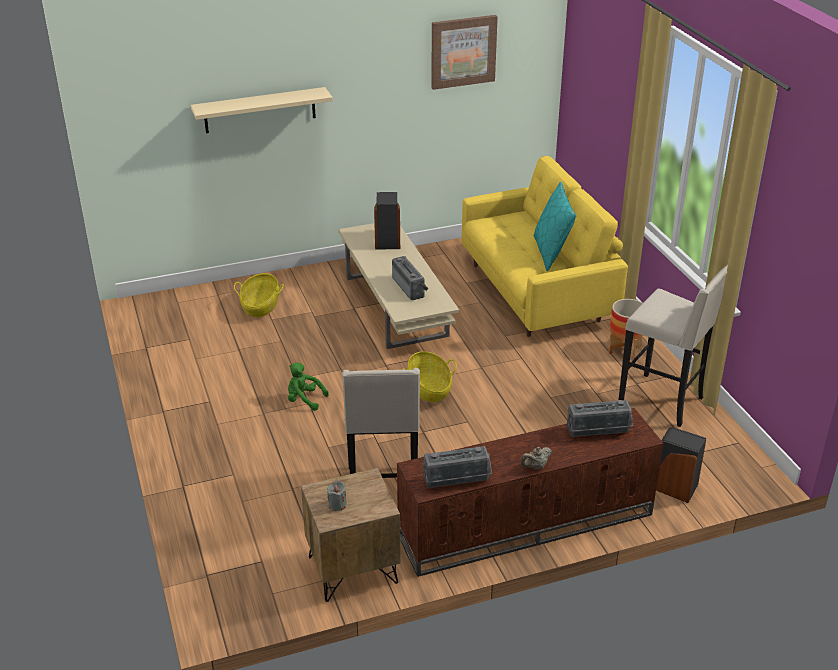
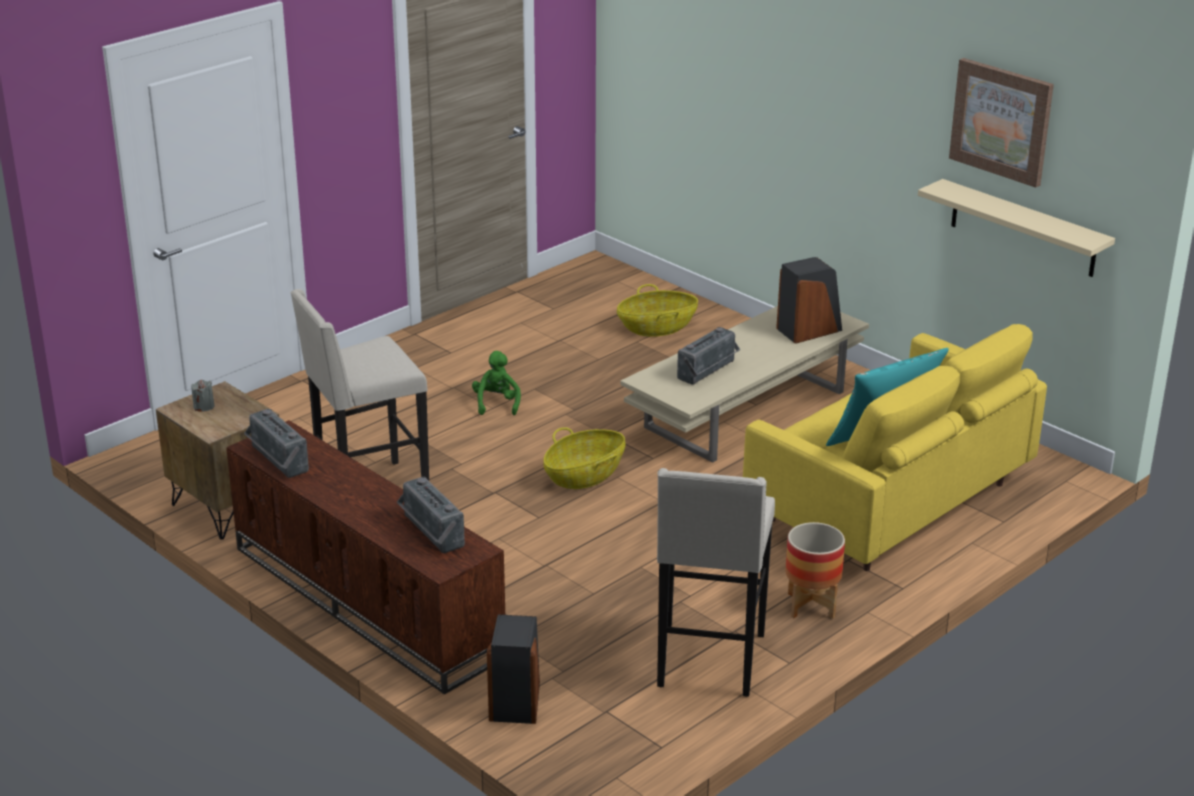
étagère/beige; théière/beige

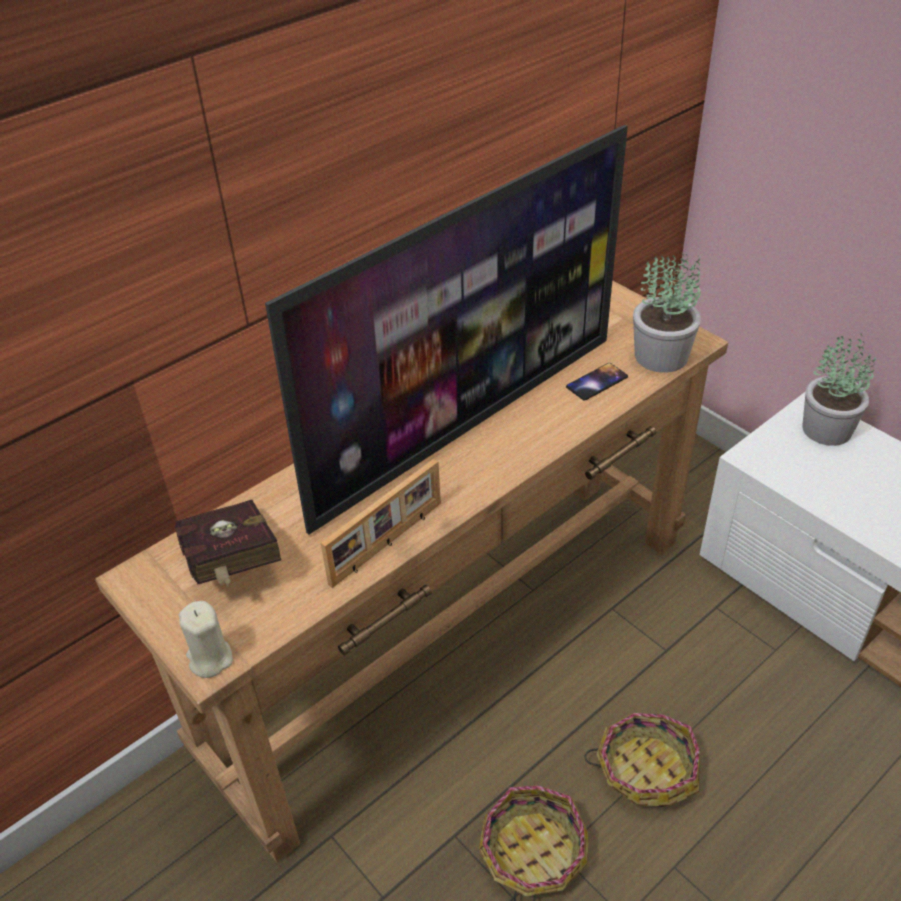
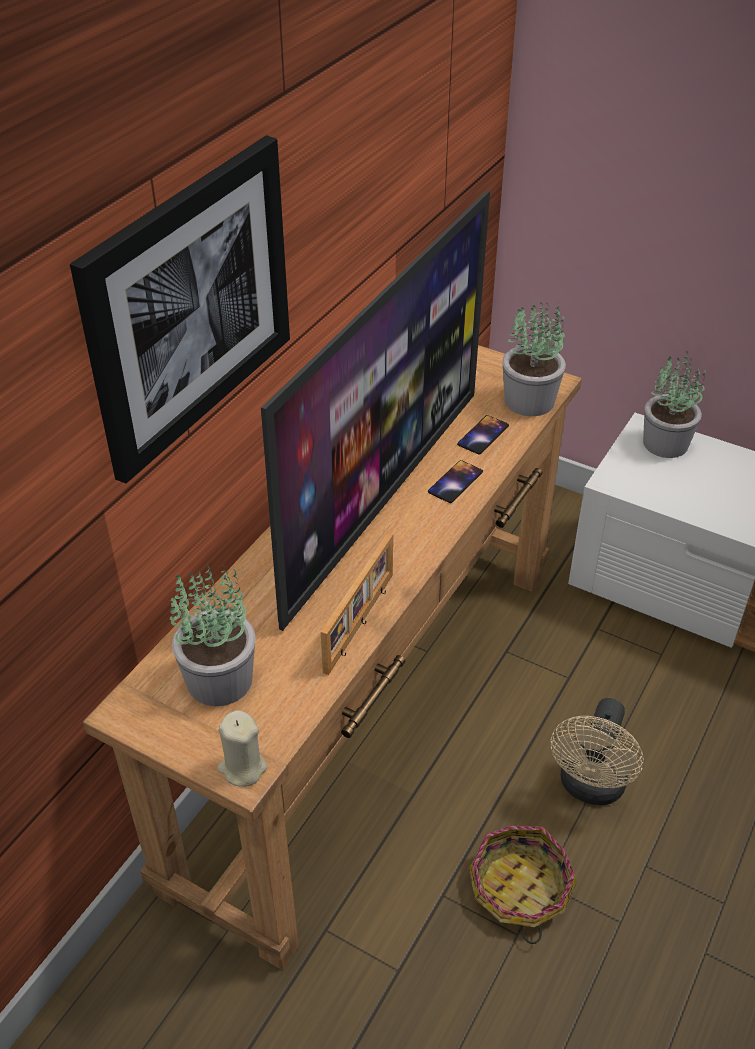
plante en pot (no. 1 from left); ventilateur/beige; tableau; téléphone (no. 1 from left)

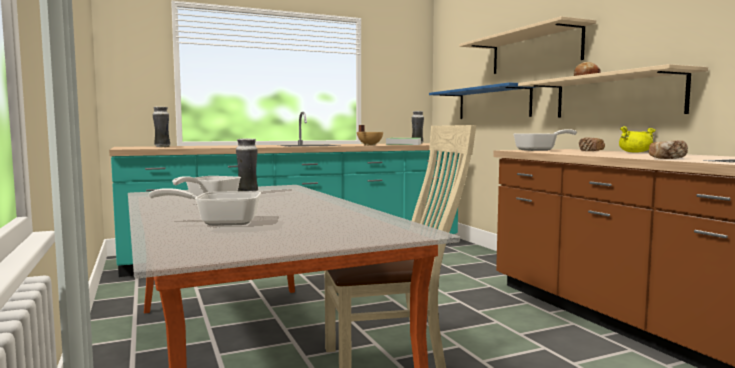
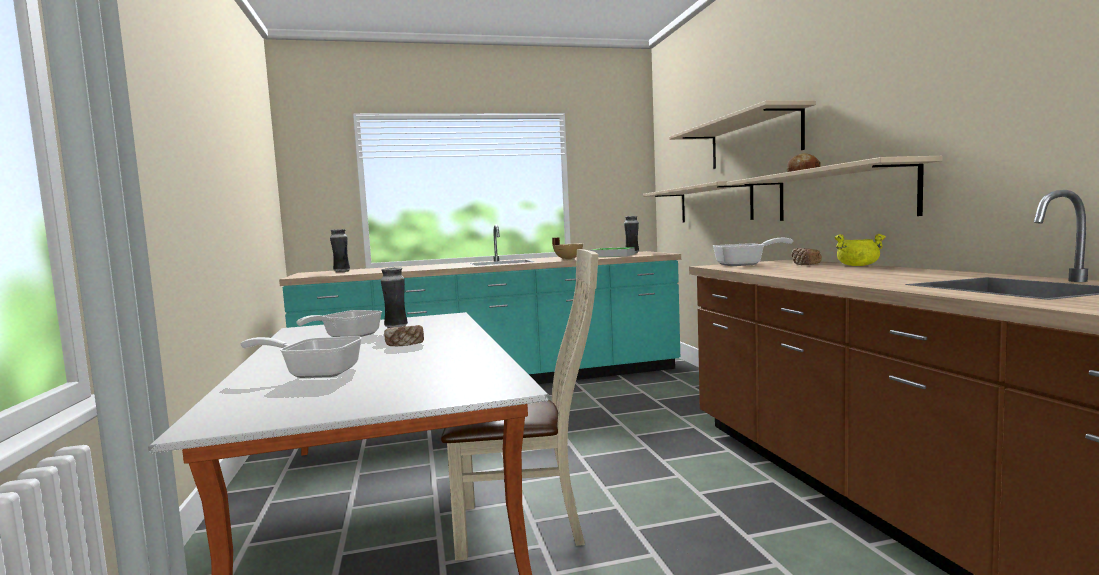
étagère/beige (no. 1 from left); pain (no. 1 from left)

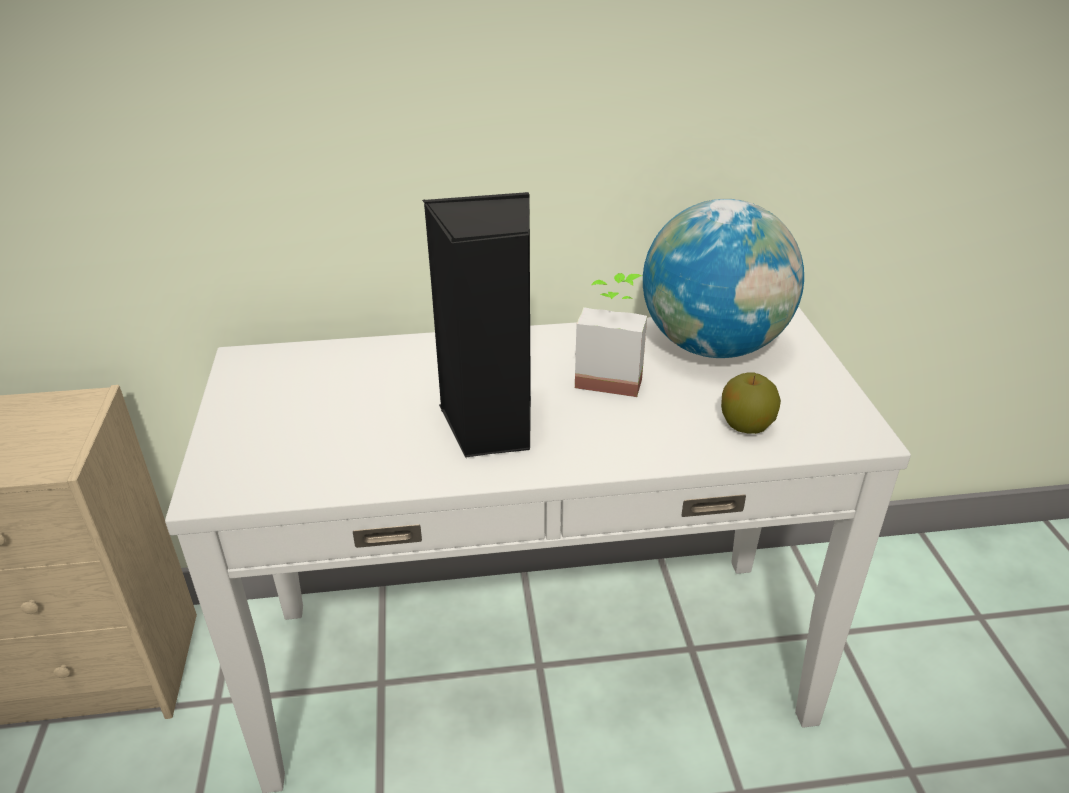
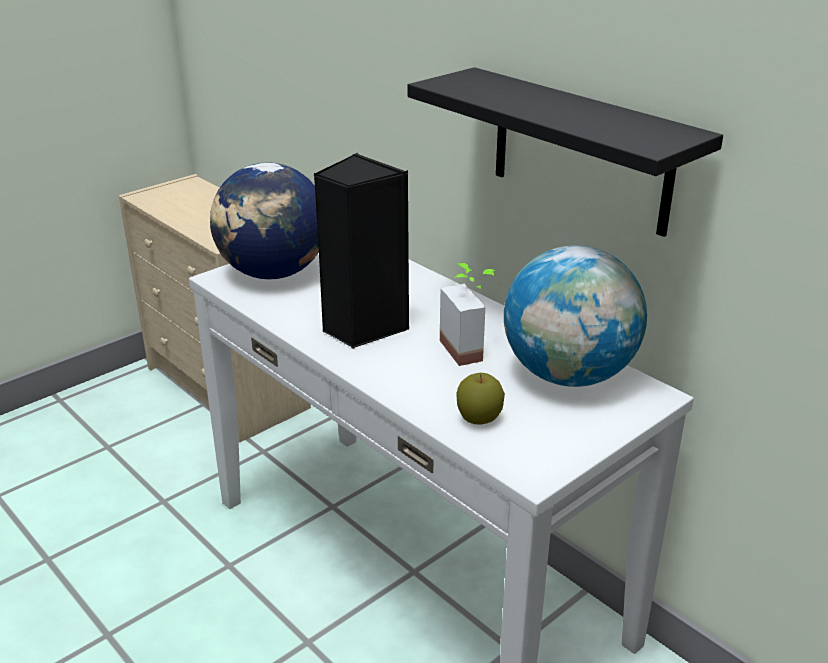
globe (no. 1 from left); étagère/noir

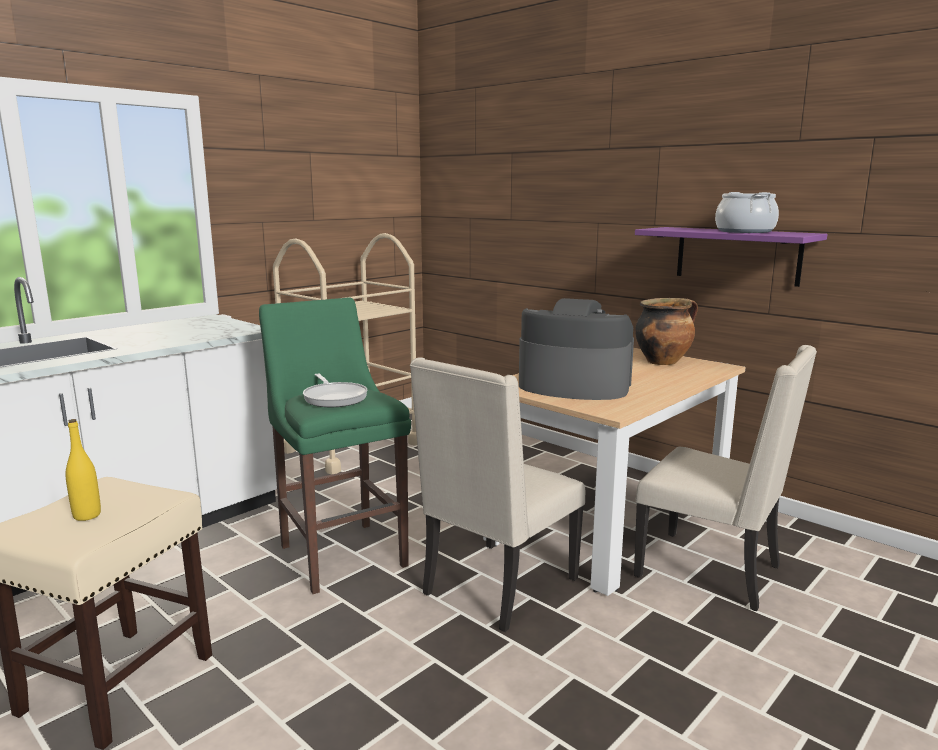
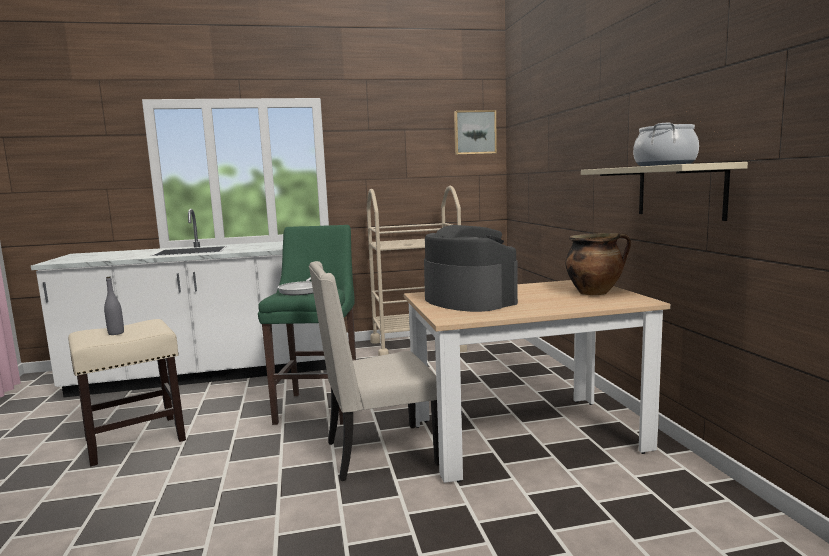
bouteille/gris; chaise/beige (no. 2 from left in the first image); étagère/beige; tableau

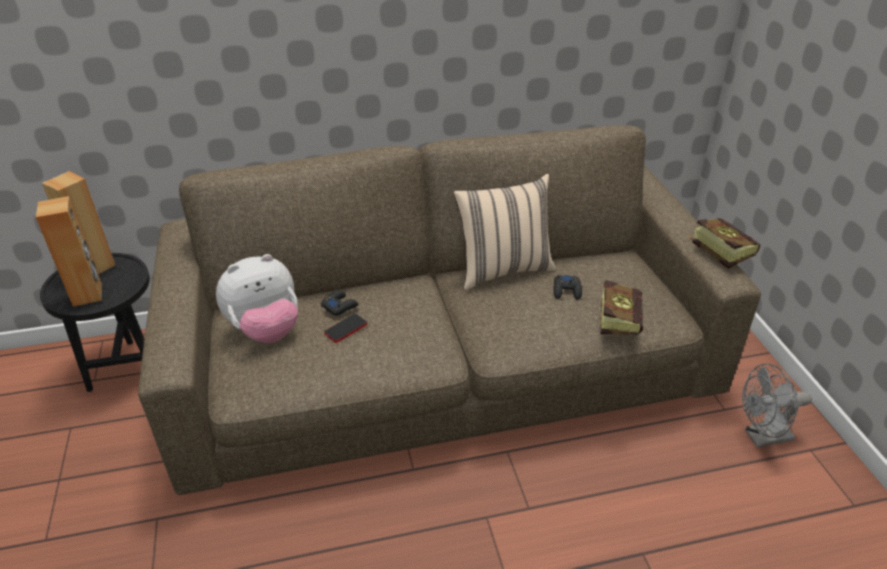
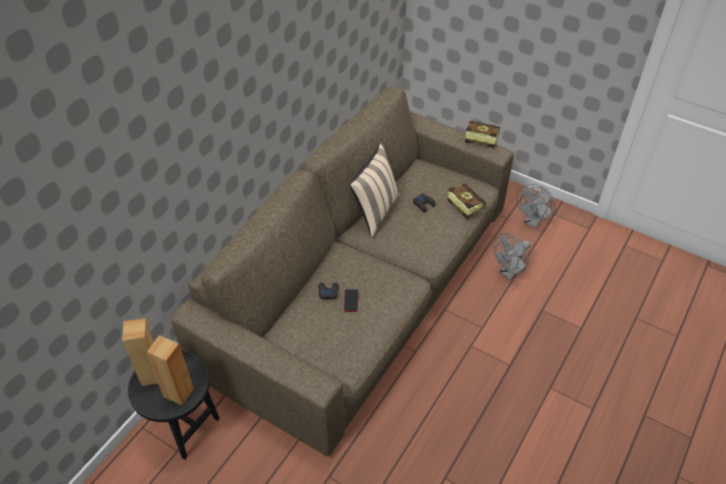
peluche; ventilateur/gris (no. 1 from left)

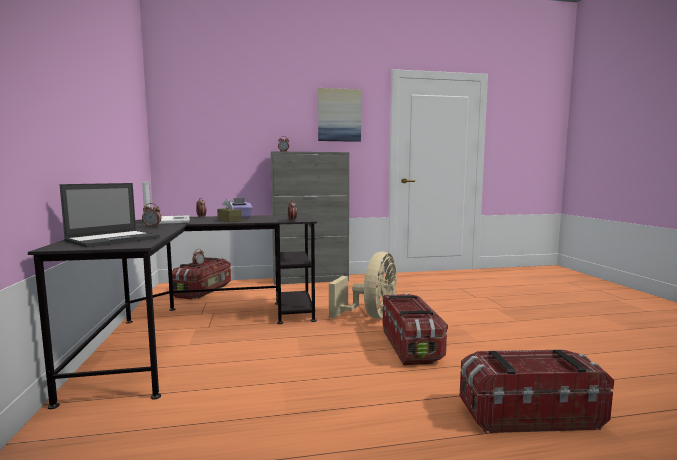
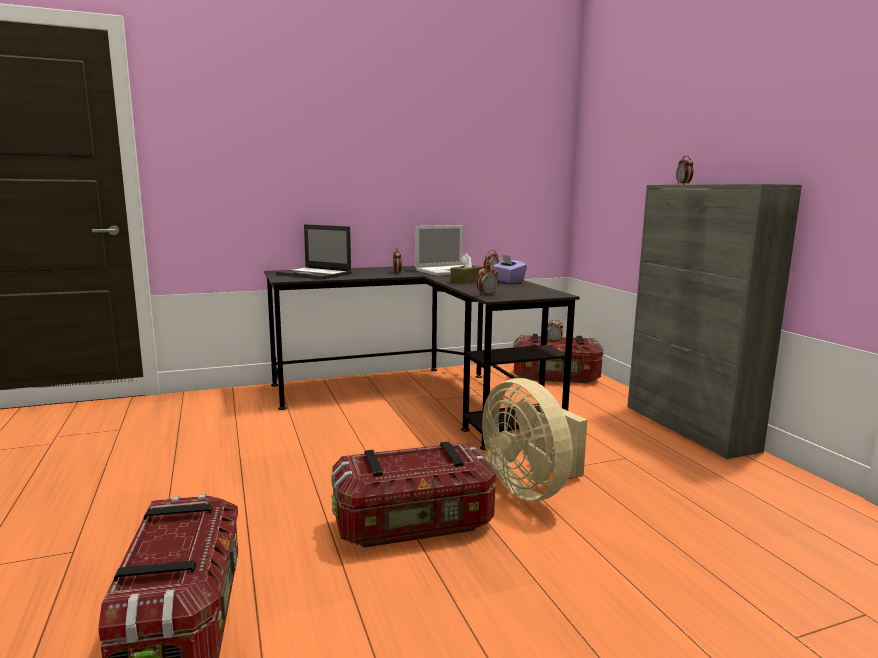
tableau; ventilateur/beige

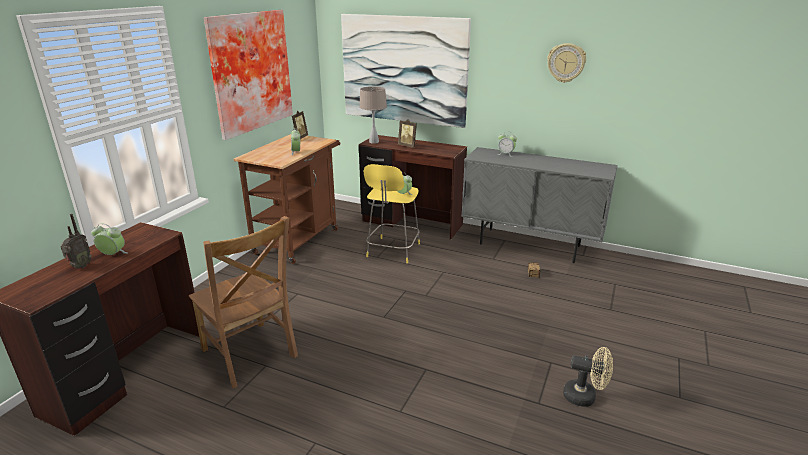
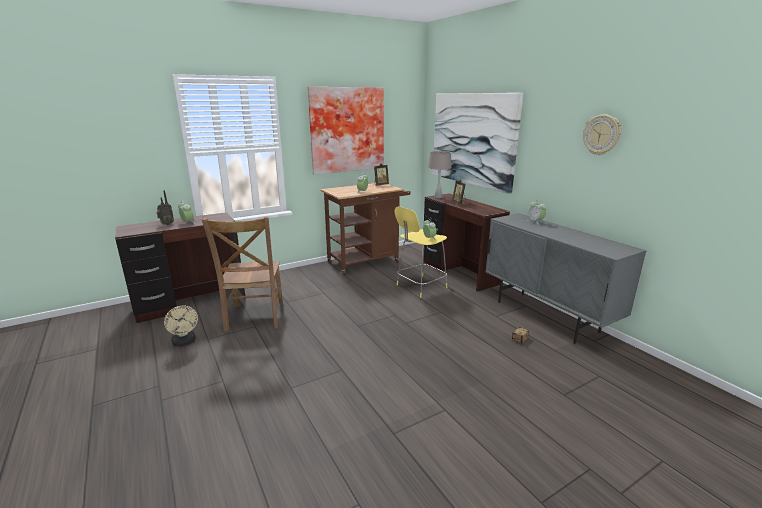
ventilateur/beige

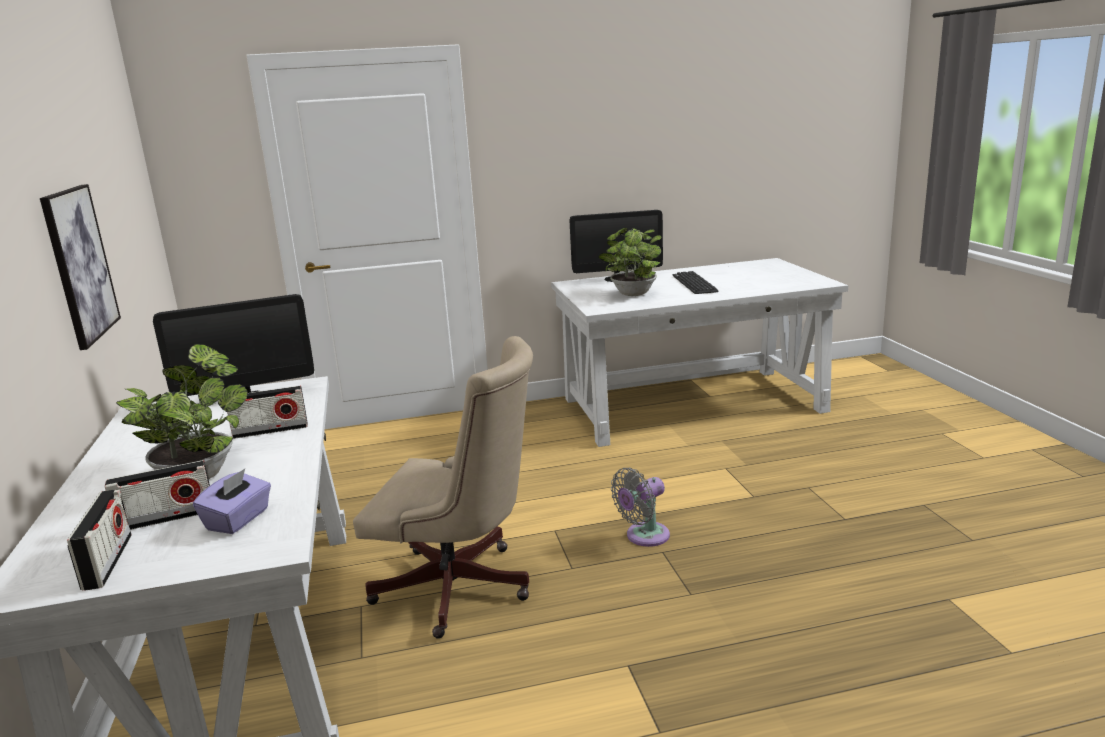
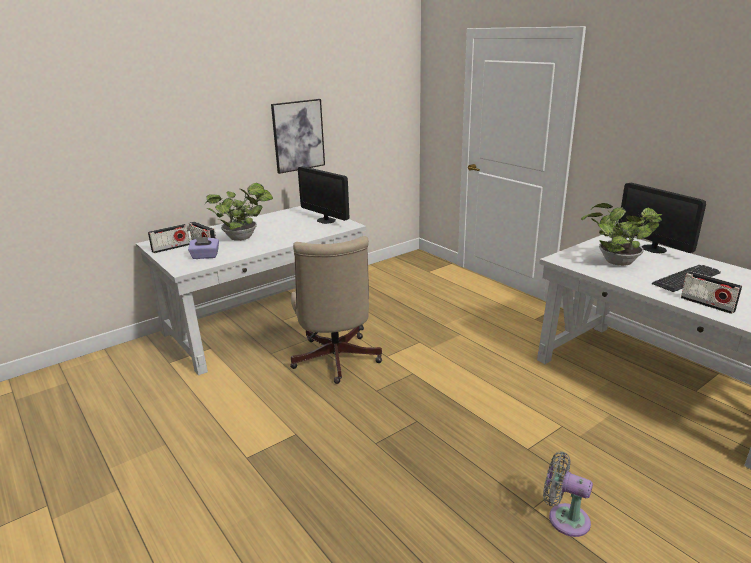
radio (no. 3 from left); ventilateur/gris

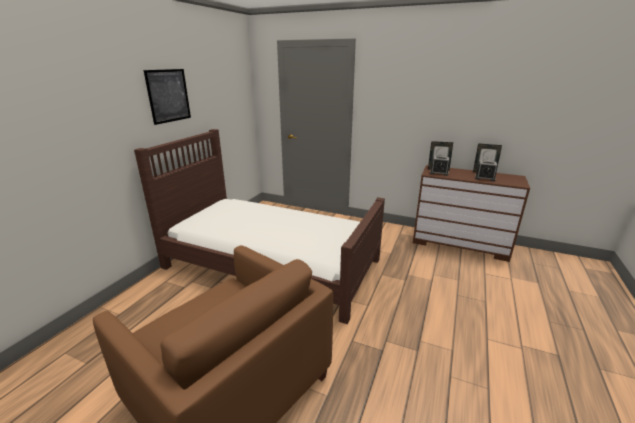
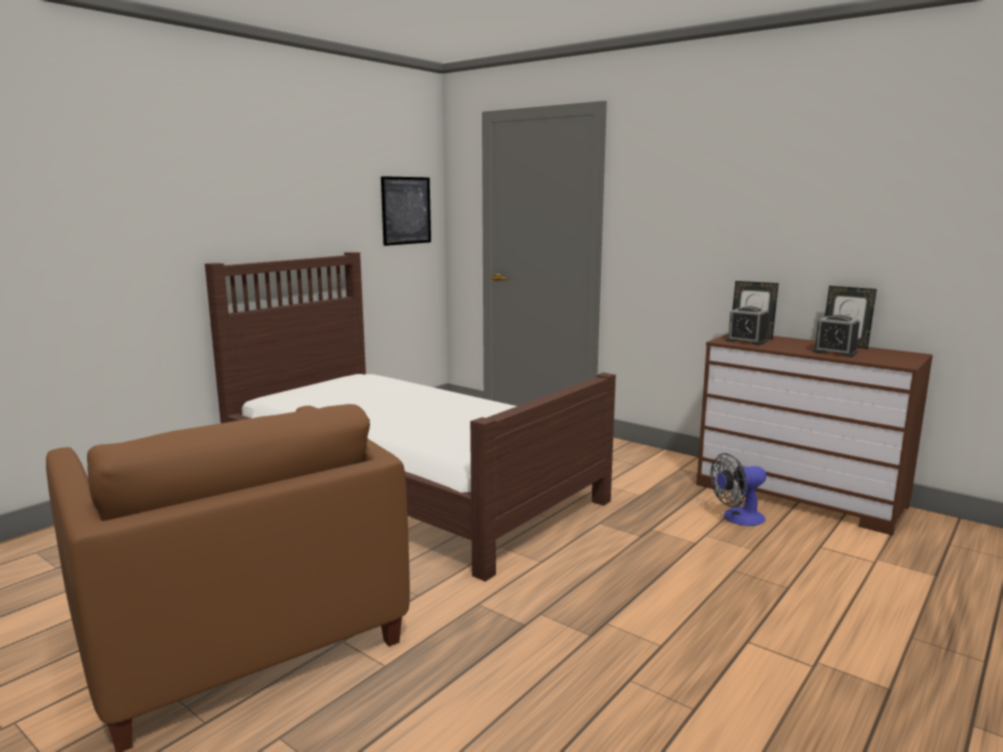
tableau; ventilateur

